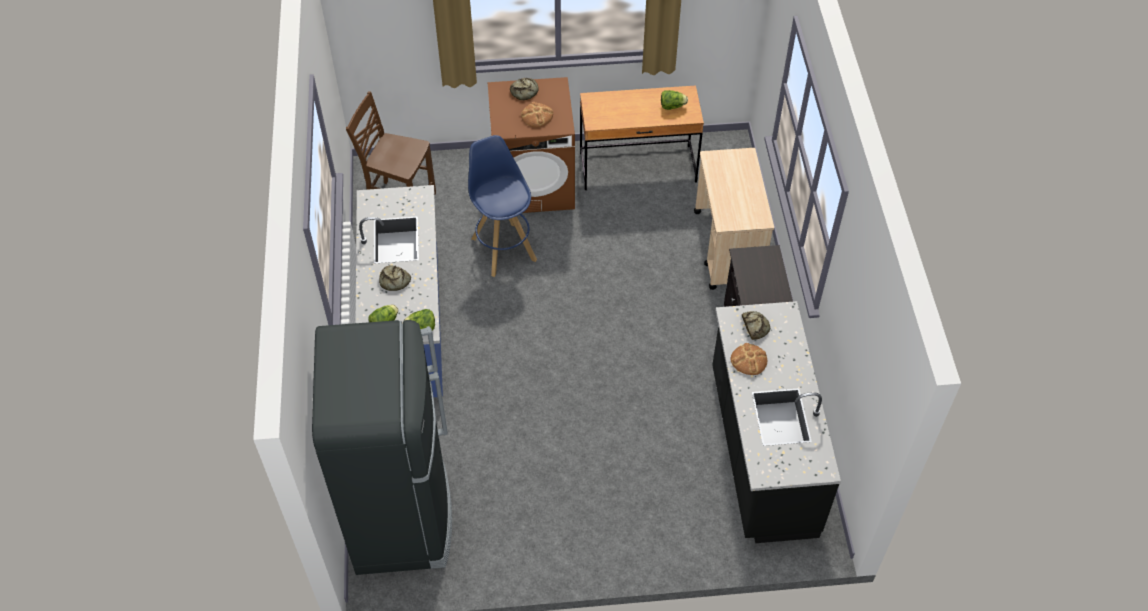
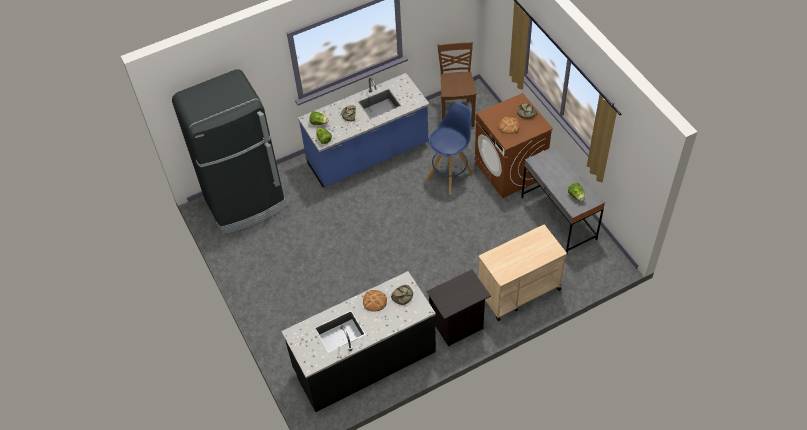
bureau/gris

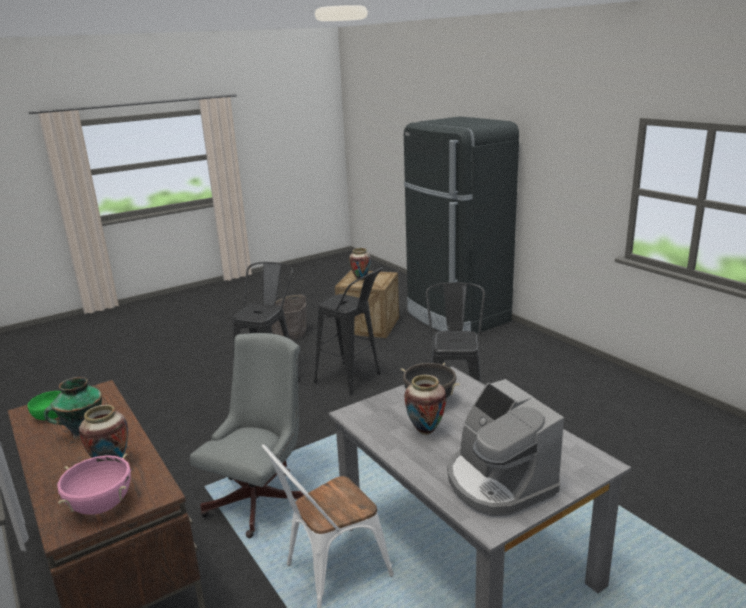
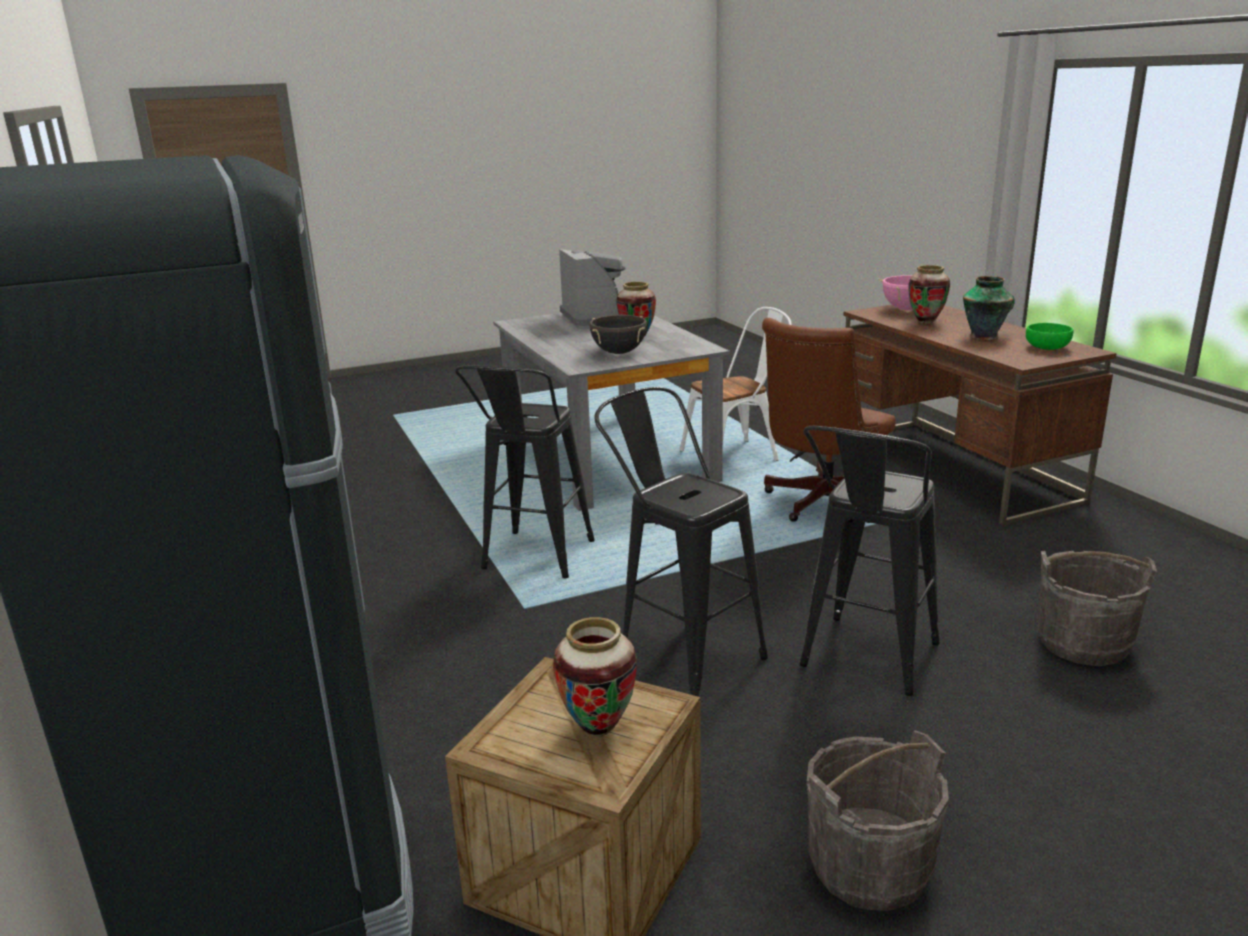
chaise de bureau/marron; seau/gris (no. 2 from left)

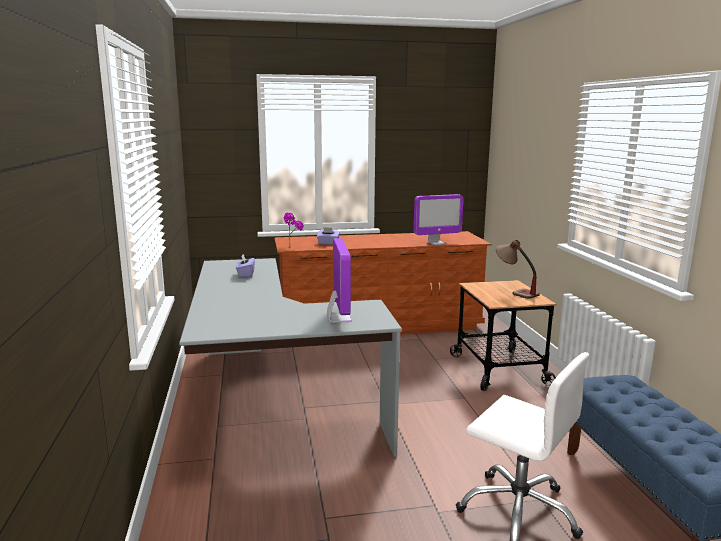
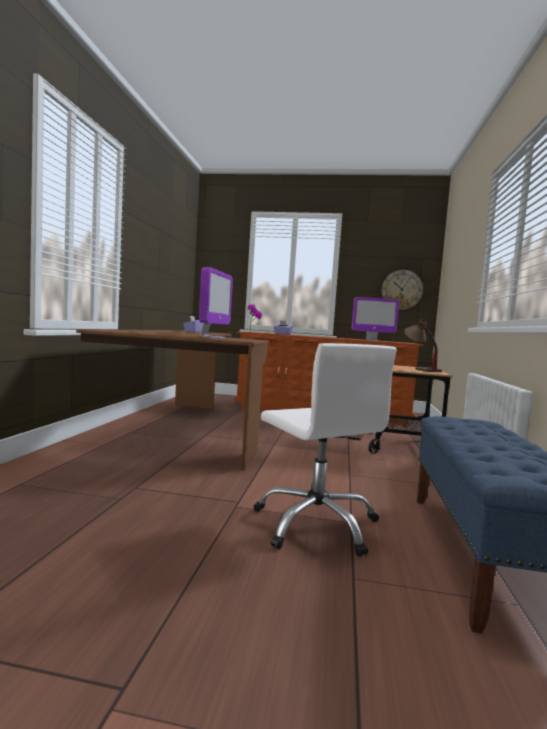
bureau/marron; horloge murale

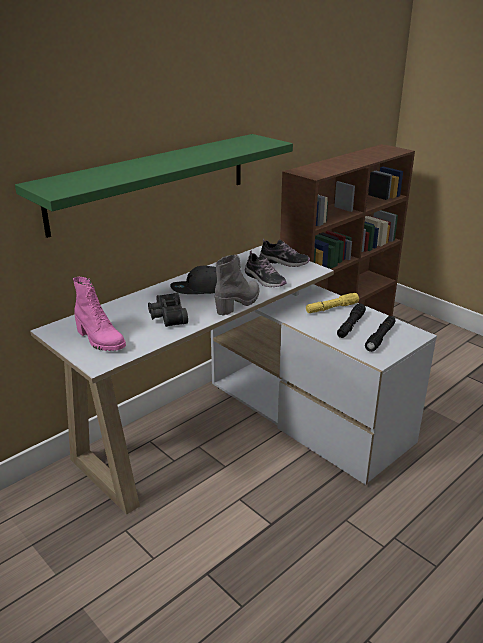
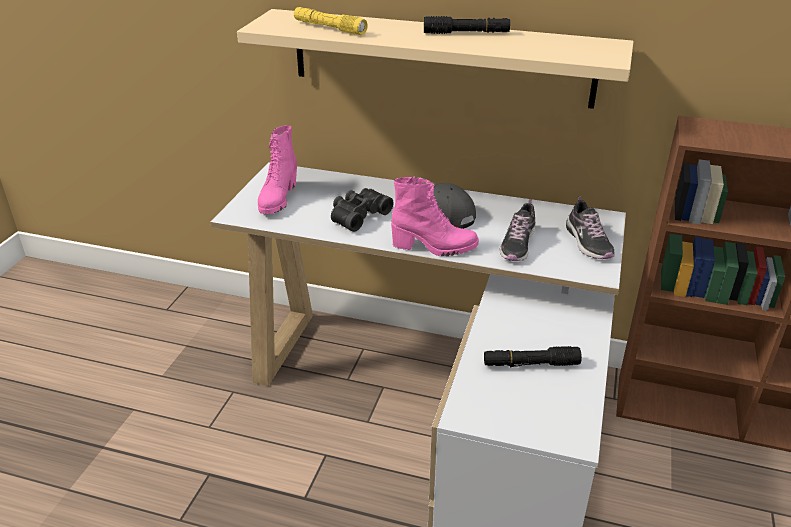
étagère/beige; botte/rose (no. 2 from left); lampe de poche/jaune; lampe de poche/noir (no. 1 from left)

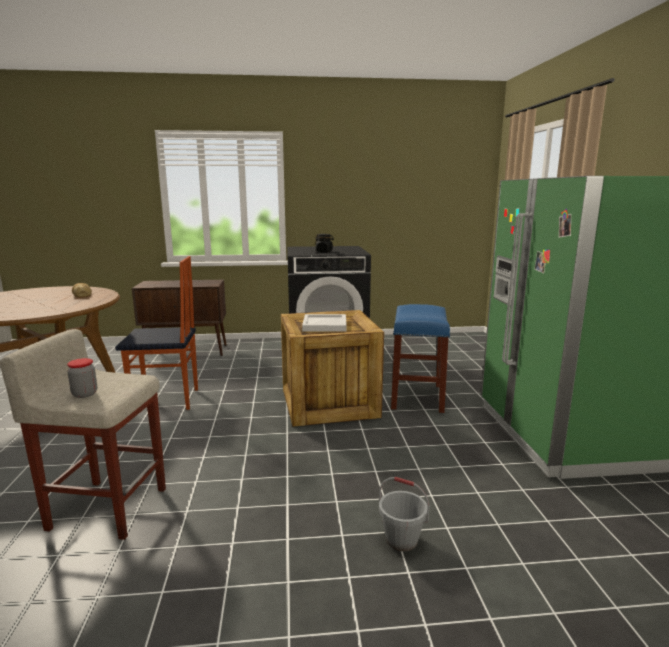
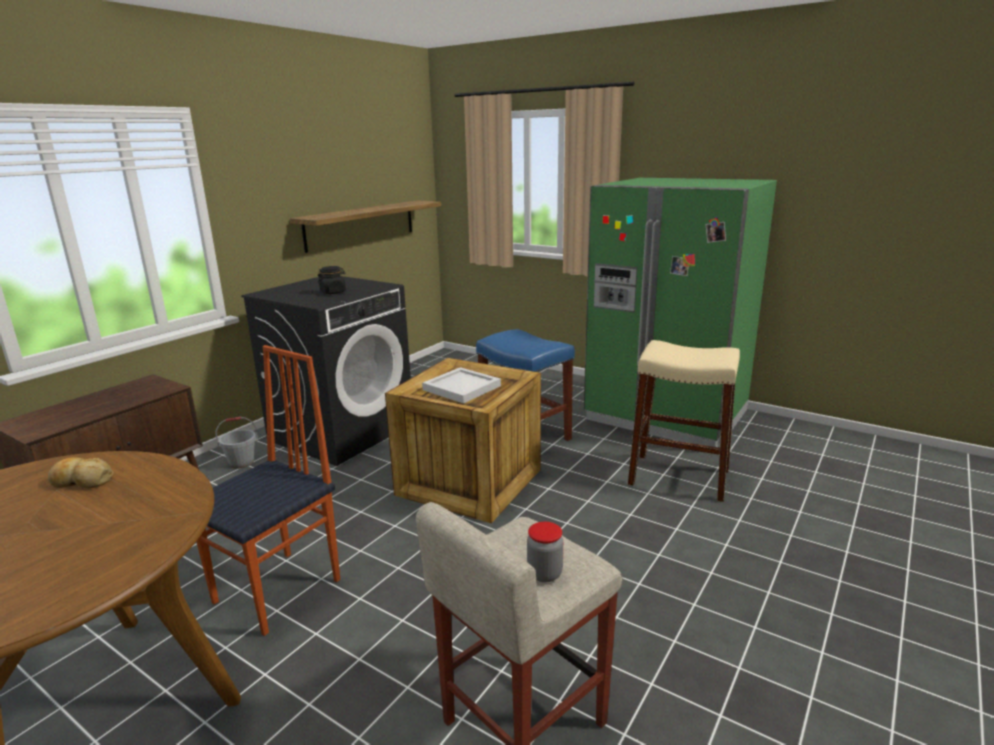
seau/gris; étagère; tabouret/beige (no. 2 from left)

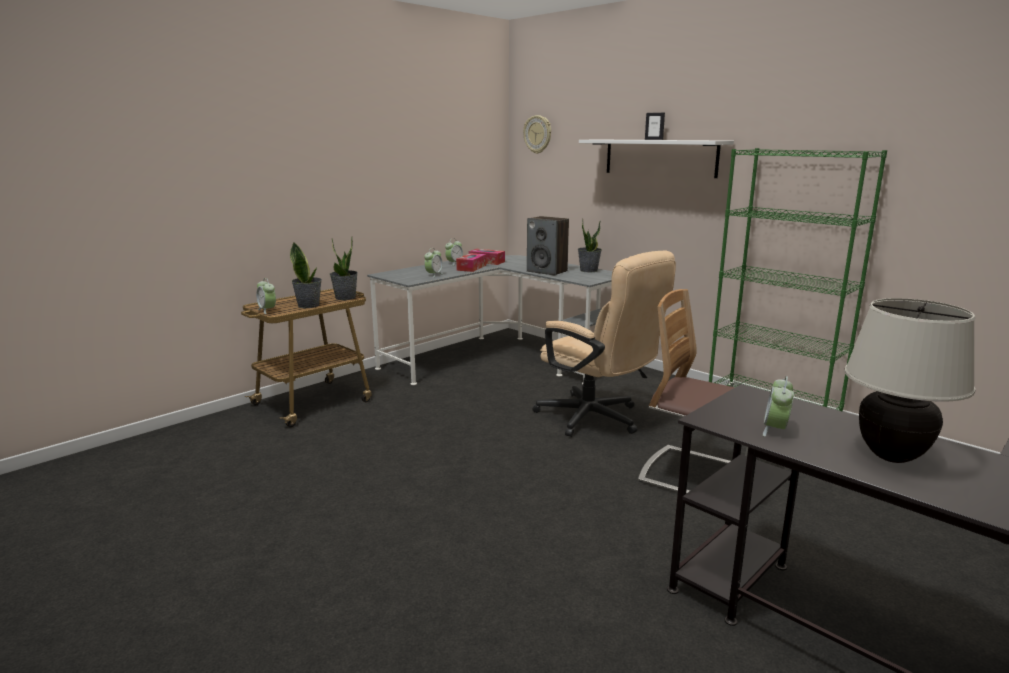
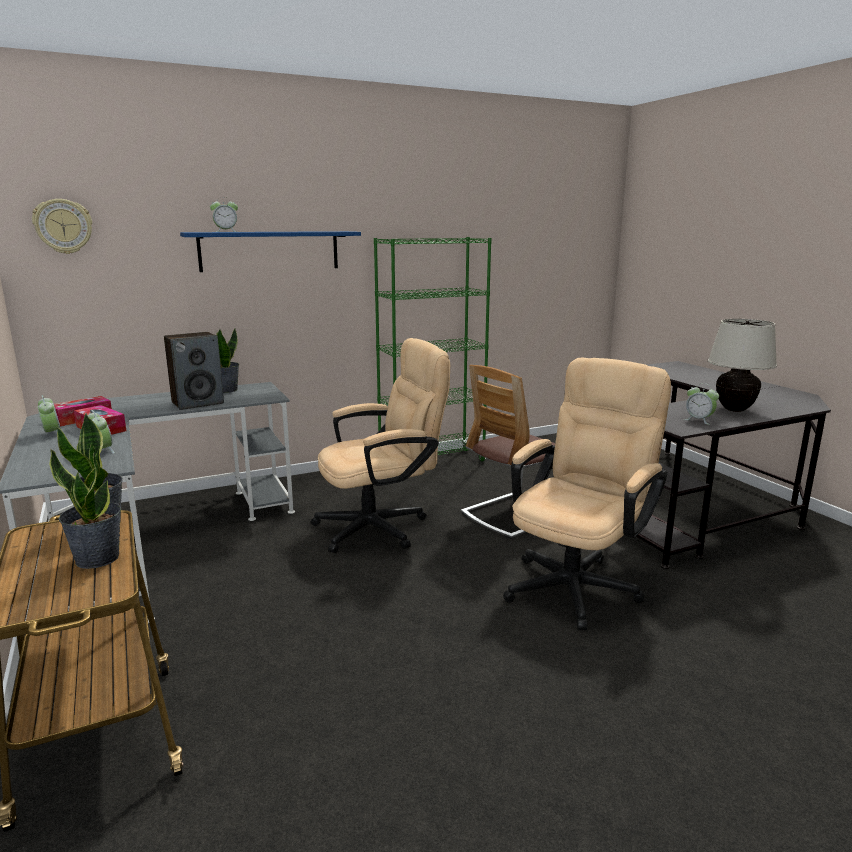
réveil (no. 3 from left); étagère/bleu; cadre photo; chaise de bureau/beige (no. 2 from left)

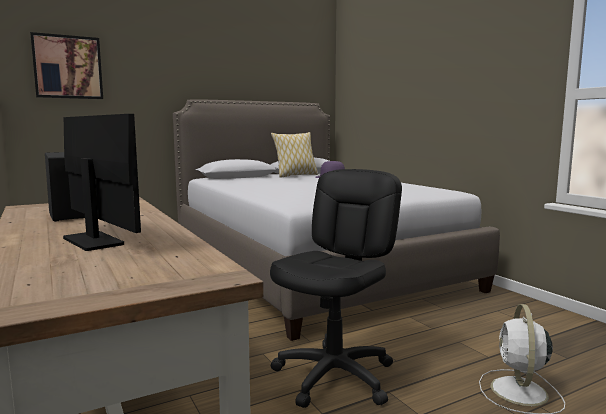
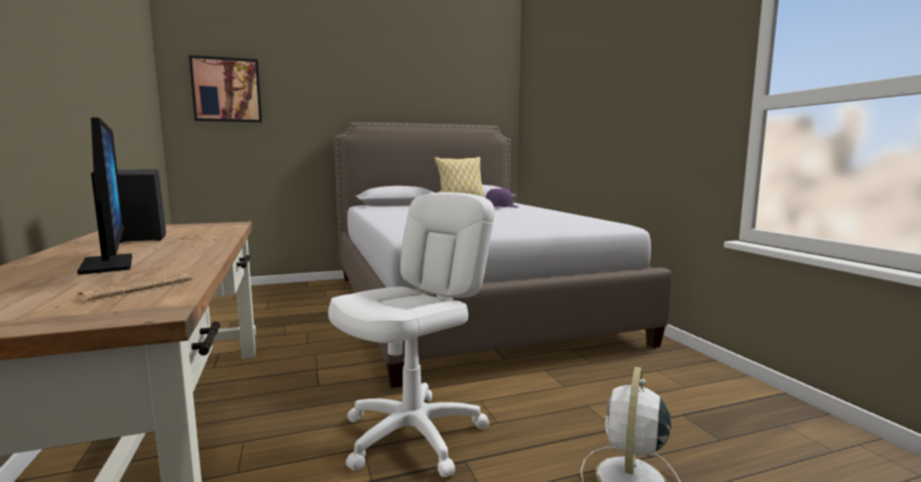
chaise de bureau/blanc; journal

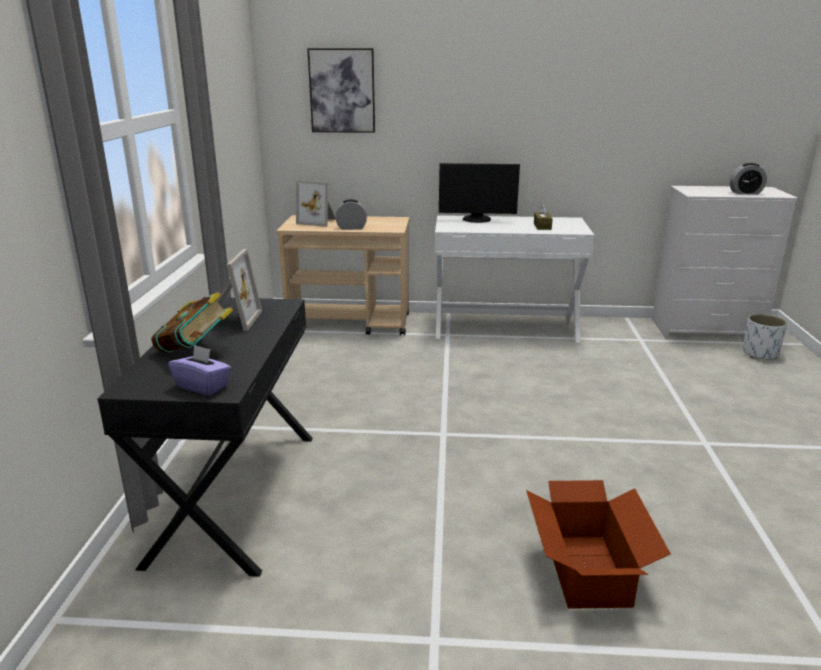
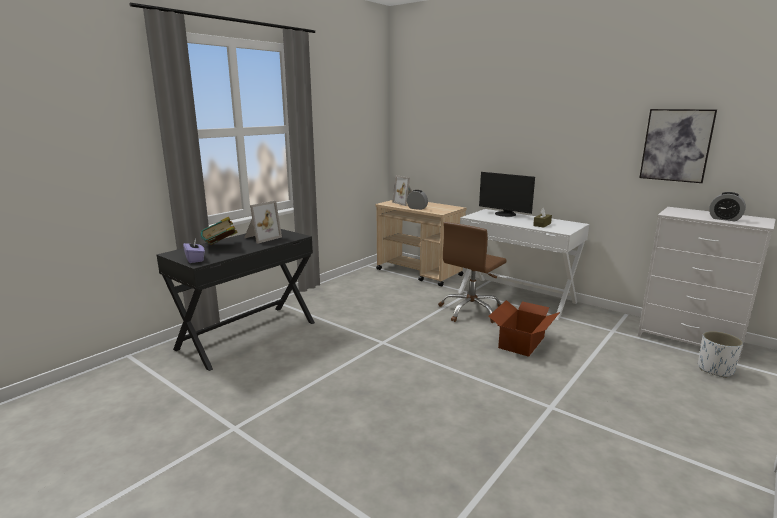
tableau; carton; chaise de bureau/marron

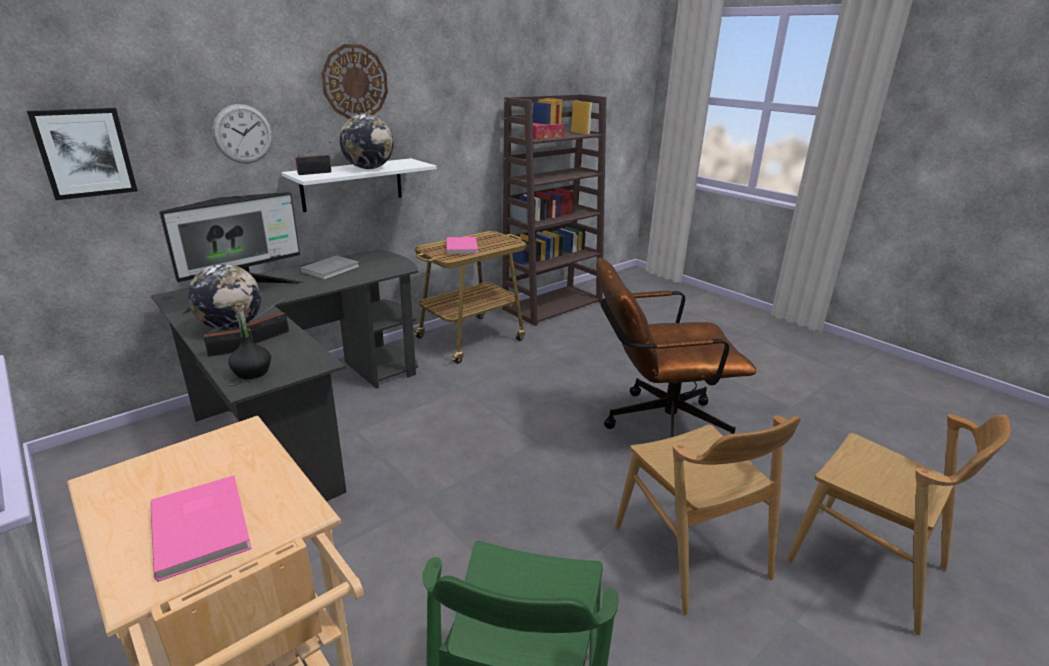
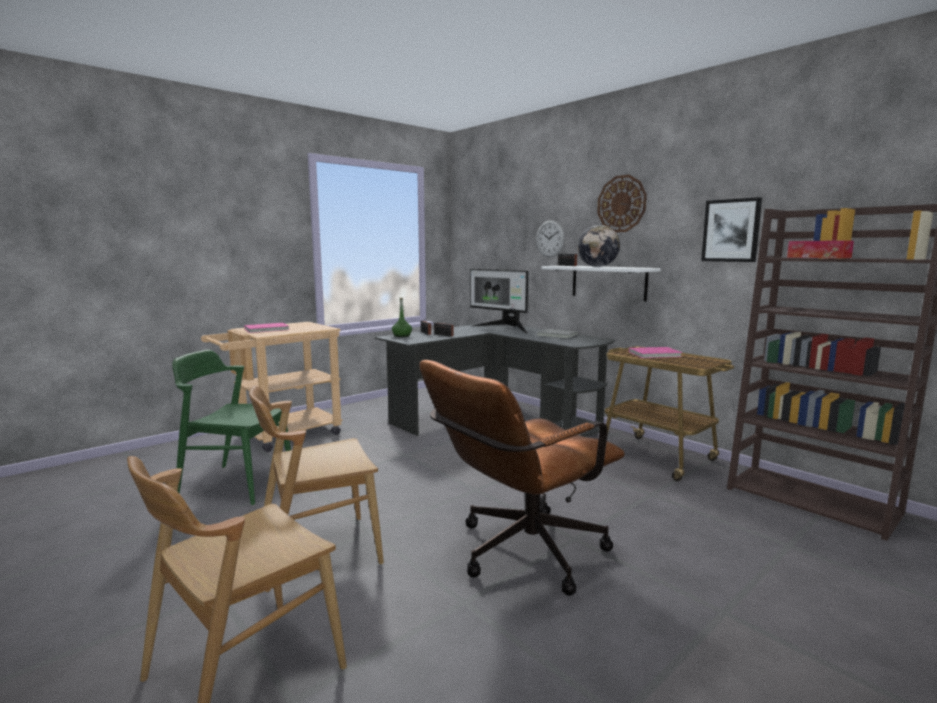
tableau; globe (no. 1 from left in the first image); bouteille/vert; chaise de bureau/marron

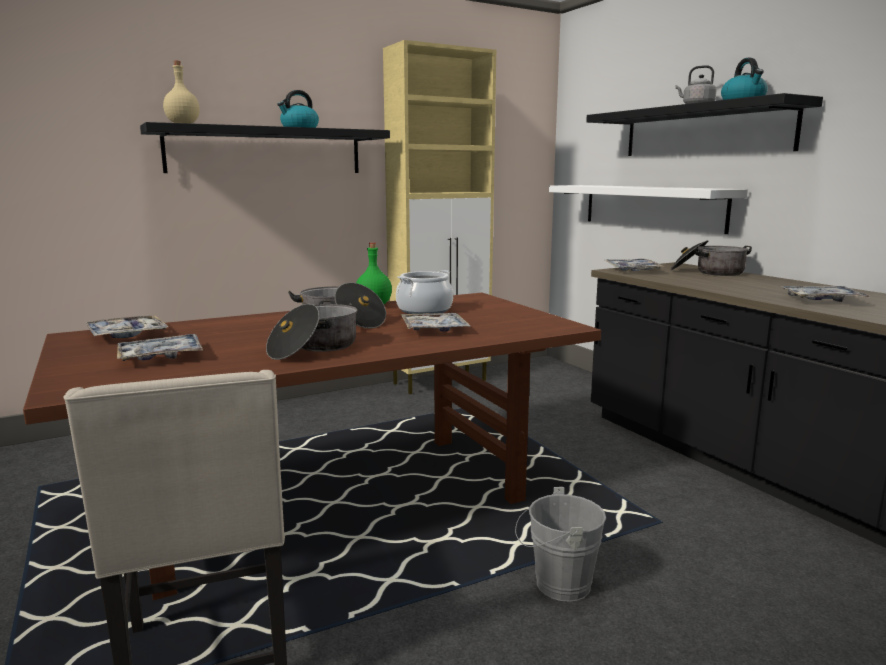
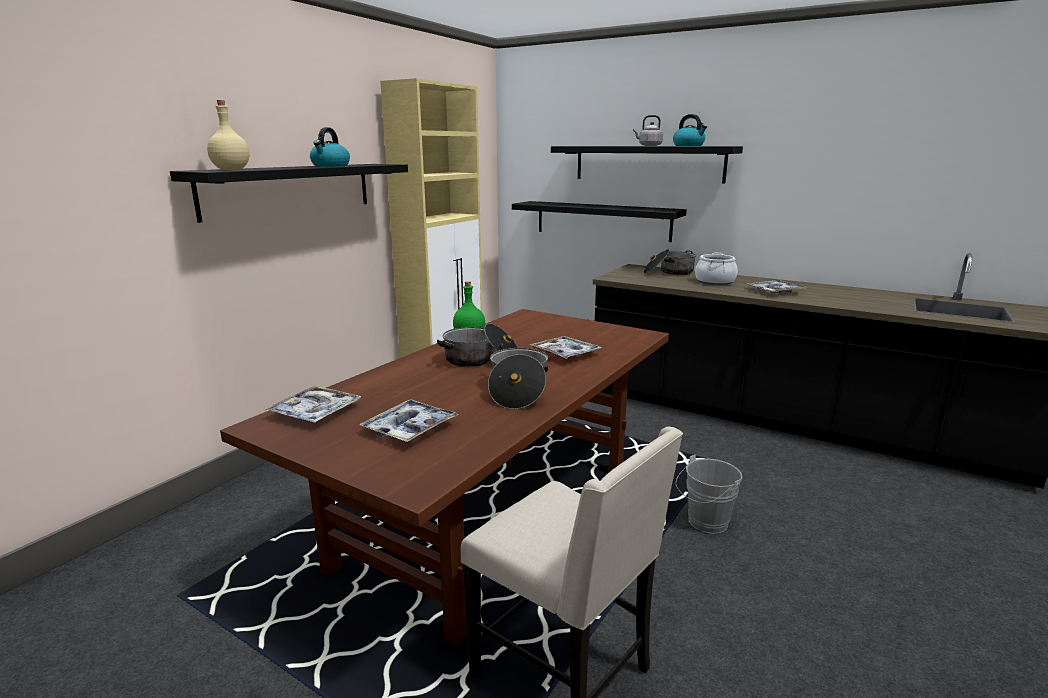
marmite (no. 4 from left); étagère/noir (no. 2 from left); plateau (no. 4 from left in the first image)

